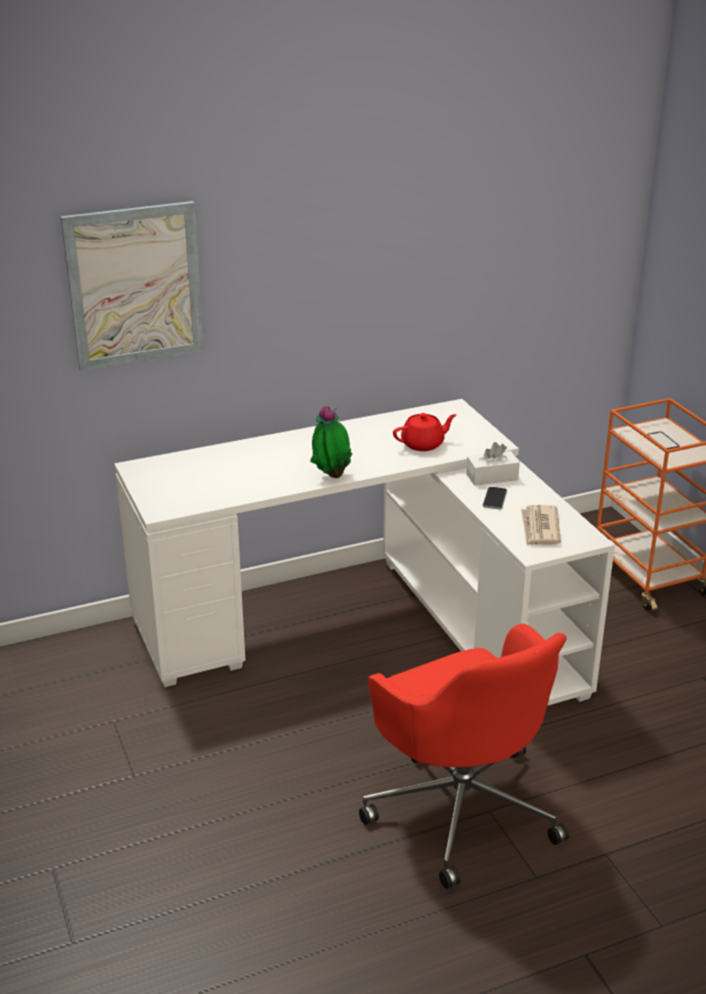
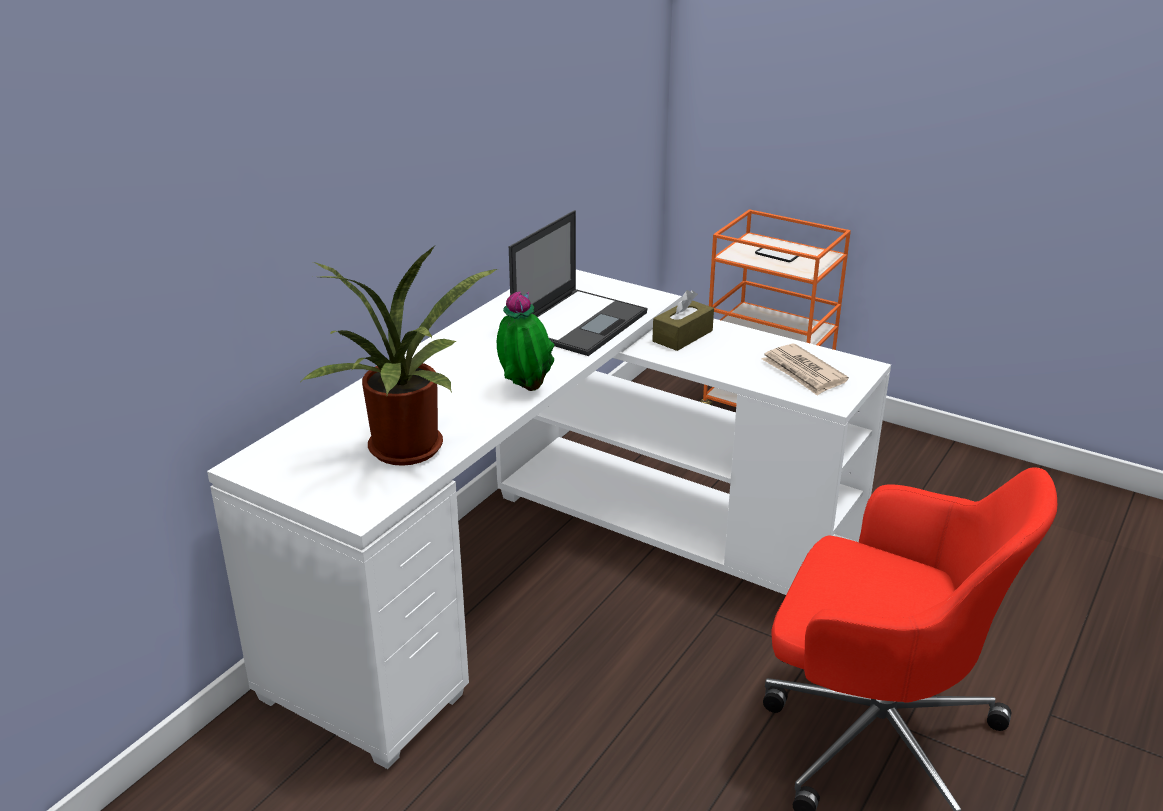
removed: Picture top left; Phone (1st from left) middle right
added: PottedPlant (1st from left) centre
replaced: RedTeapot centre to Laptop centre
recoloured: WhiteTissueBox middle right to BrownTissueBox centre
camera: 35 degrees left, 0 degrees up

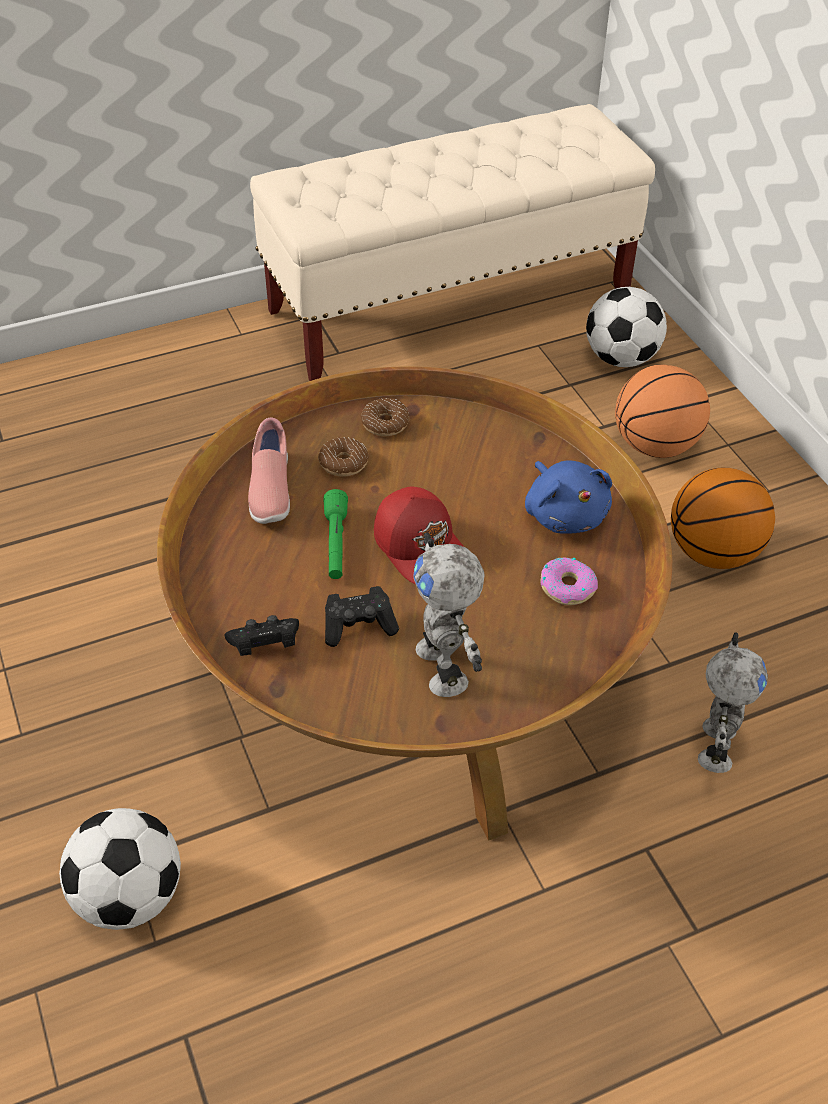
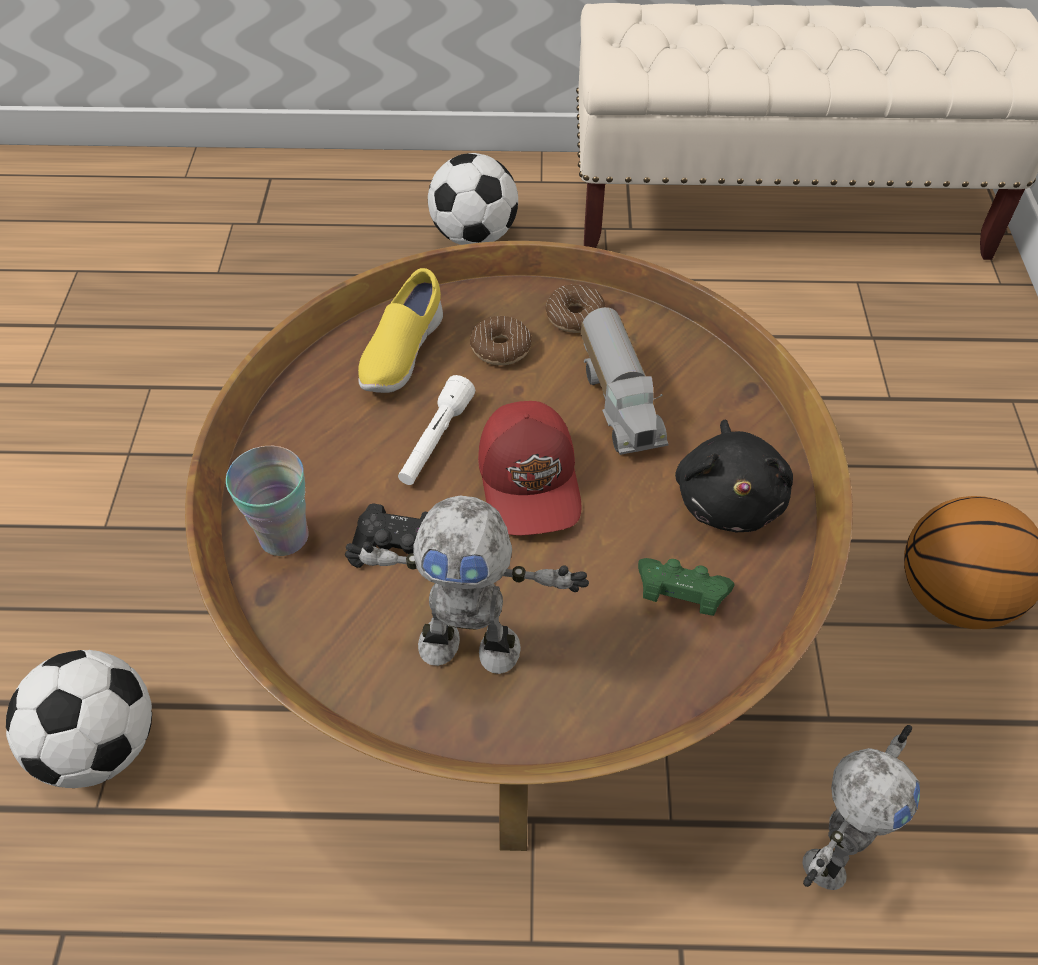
removed: Basketball (1st from left) middle right
added: ToyTruck centre
moved: Football (2nd from left) top right to top centre
replaced: Donut (3rd from left) middle right to GreenGameController centre; BlackGameController (1st from left) middle left to Cup middle left
recoloured: PinkShoe middle left to YellowShoe centre; BluePlushToy middle right to BlackPlushToy middle right; GreenFlashlight centre to WhiteFlashlight centre
turned: ToyRobot (1st from left) centre = centre 90 degrees counterclockwise
camera: 25 degrees right, 5 degrees up

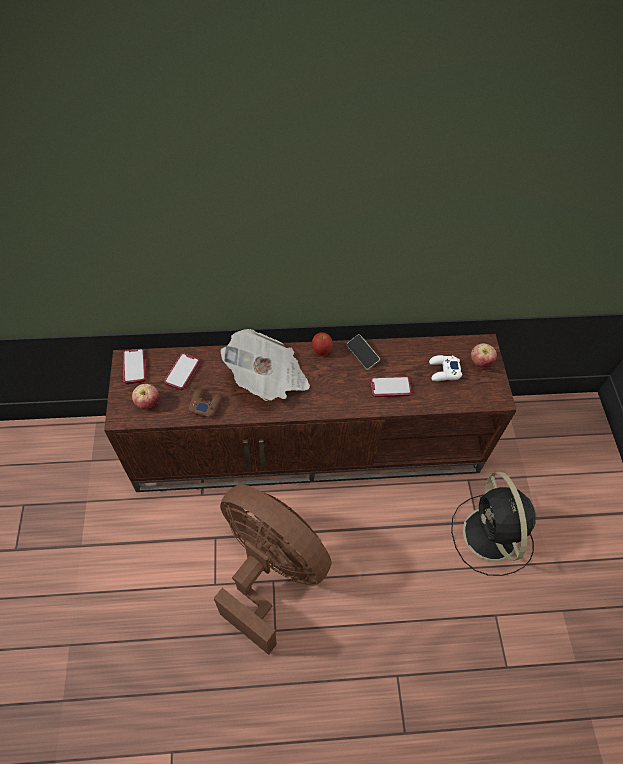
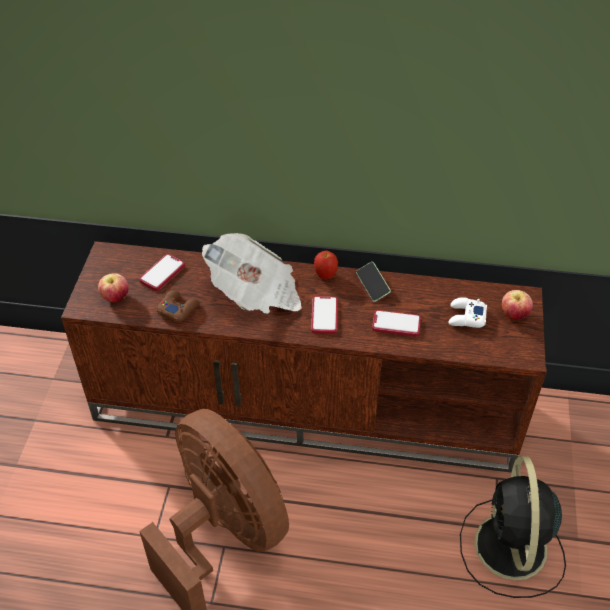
moved: Phone (1st from left in the first image) middle left to Phone (2nd from left) centre
camera: 15 degrees right, 10 degrees down

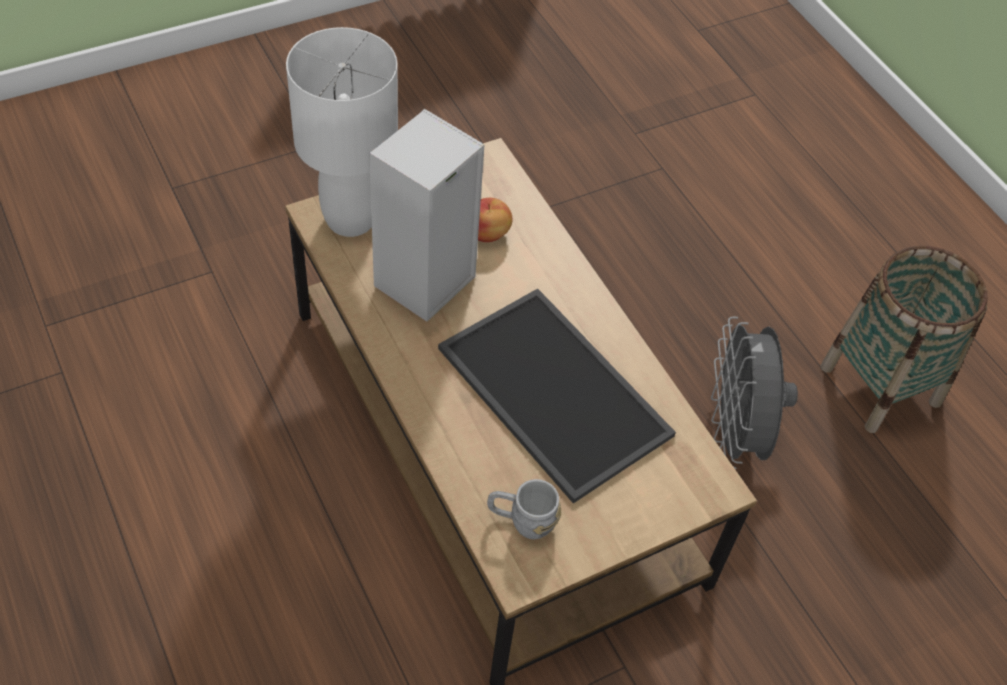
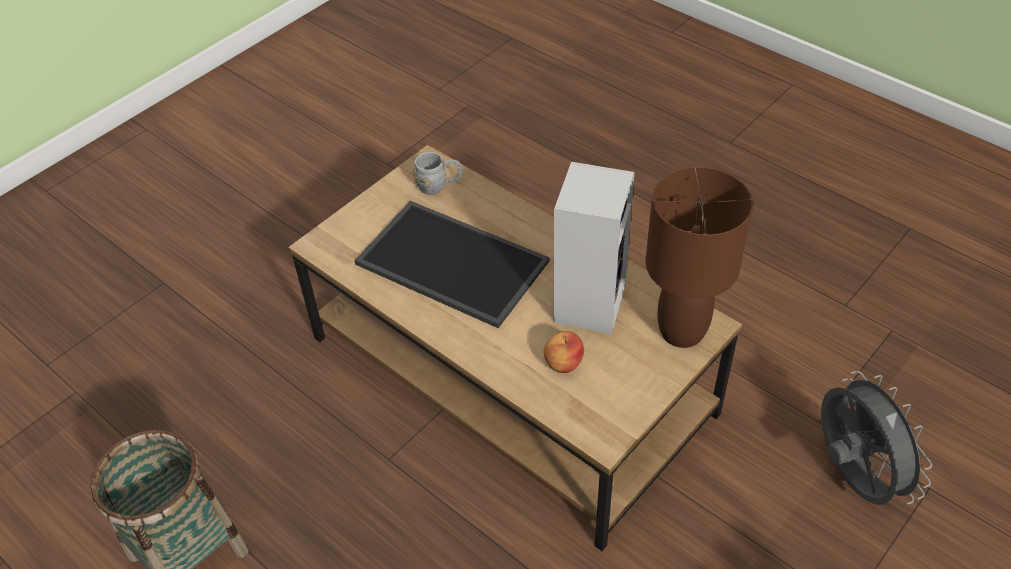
moved: GreyFan middle right to bottom right
recoloured: WhiteTableLamp top centre to BrownTableLamp middle right
camera: 165 degrees right, 5 degrees down

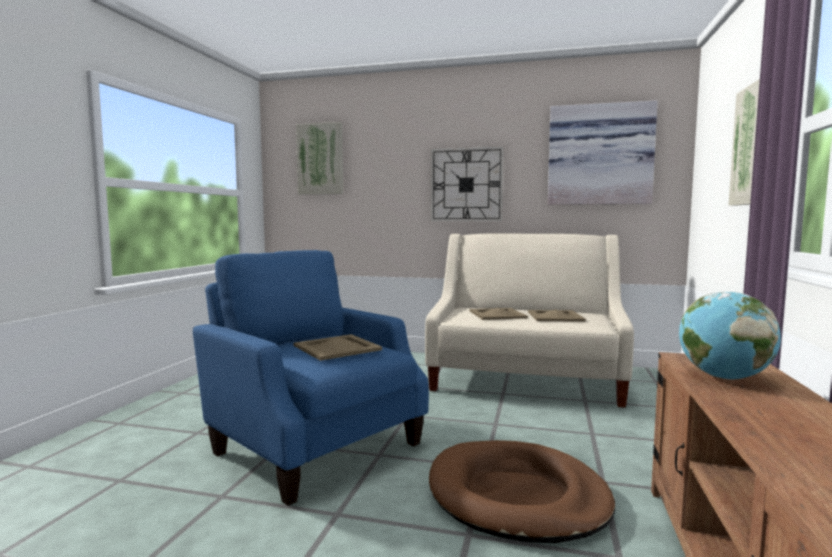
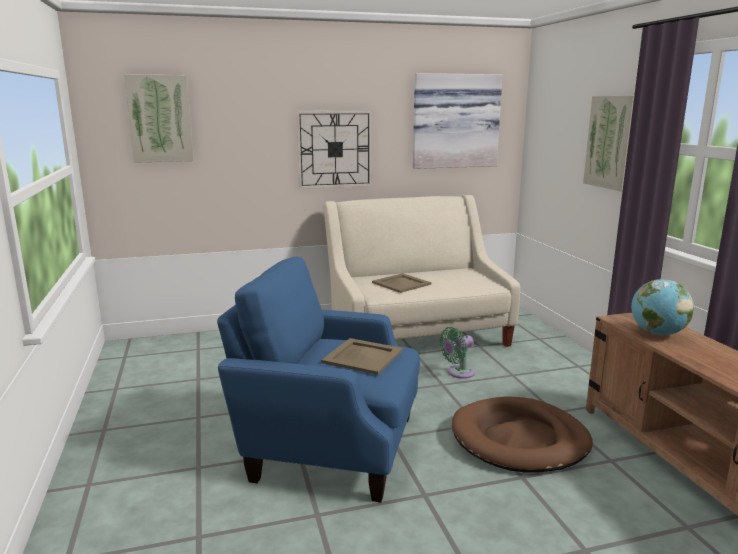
removed: BeigeTray (3rd from left) middle right
added: GreenFan centre
camera: 30 degrees left, 10 degrees up

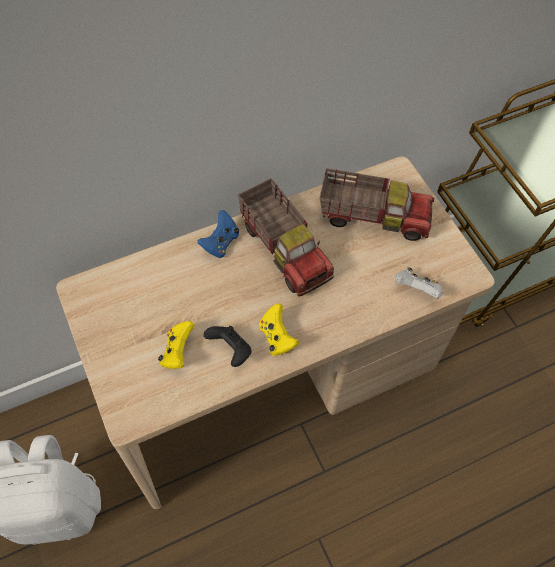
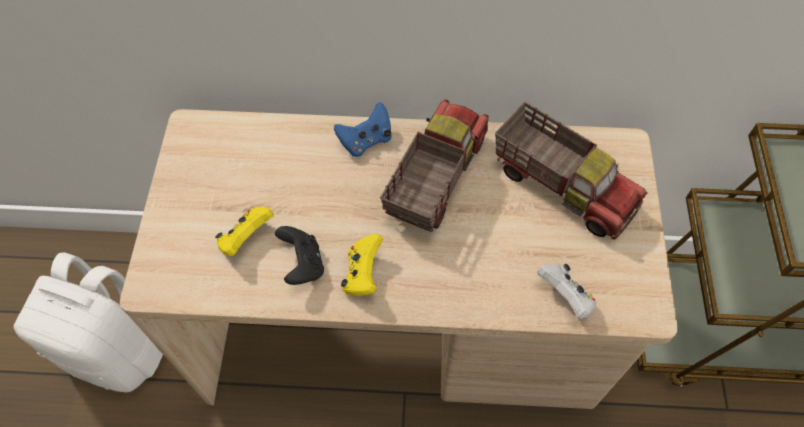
turned: ToyTruck (1st from left) centre = centre 150 degrees counterclockwise
camera: 30 degrees right, 0 degrees up

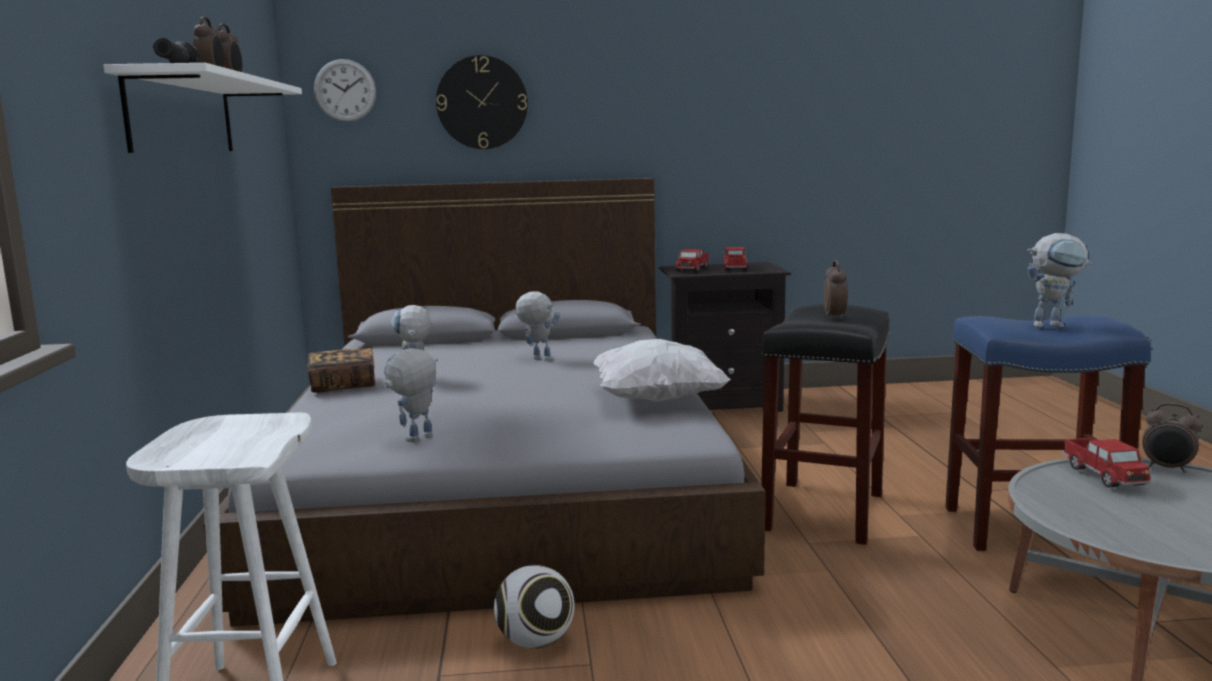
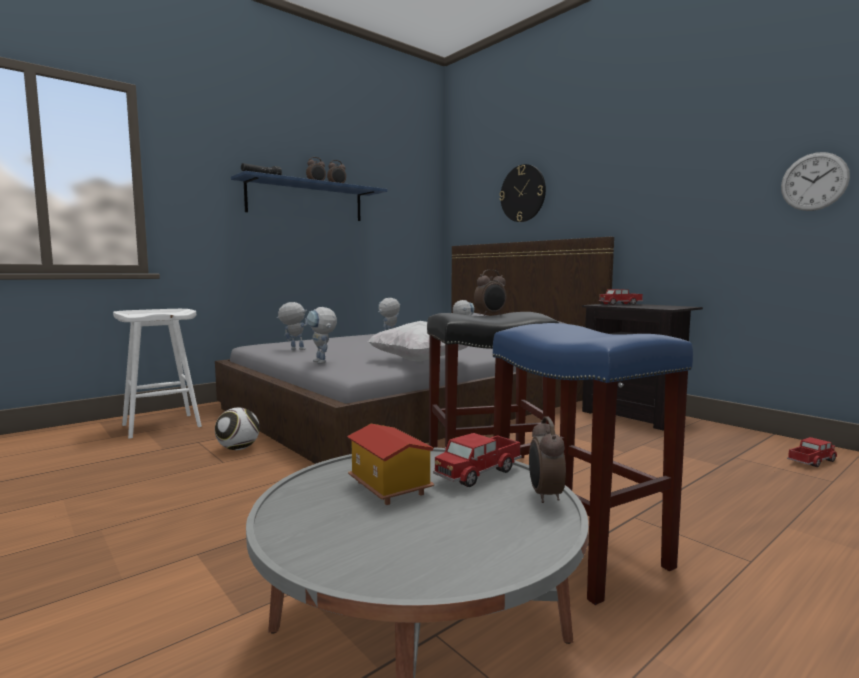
removed: Book middle left
added: ToyHouse bottom centre
moved: WallClock (1st from left in the first image) top left to WallClock (2nd from left) top right; ToyRobot (4th from left in the first image) middle right to ToyRobot (2nd from left) centre; ToyTruck (2nd from left in the first image) centre to ToyTruck (3rd from left) bottom right
recoloured: WhiteShelf top left to BlueShelf top centre
camera: 55 degrees right, 5 degrees down

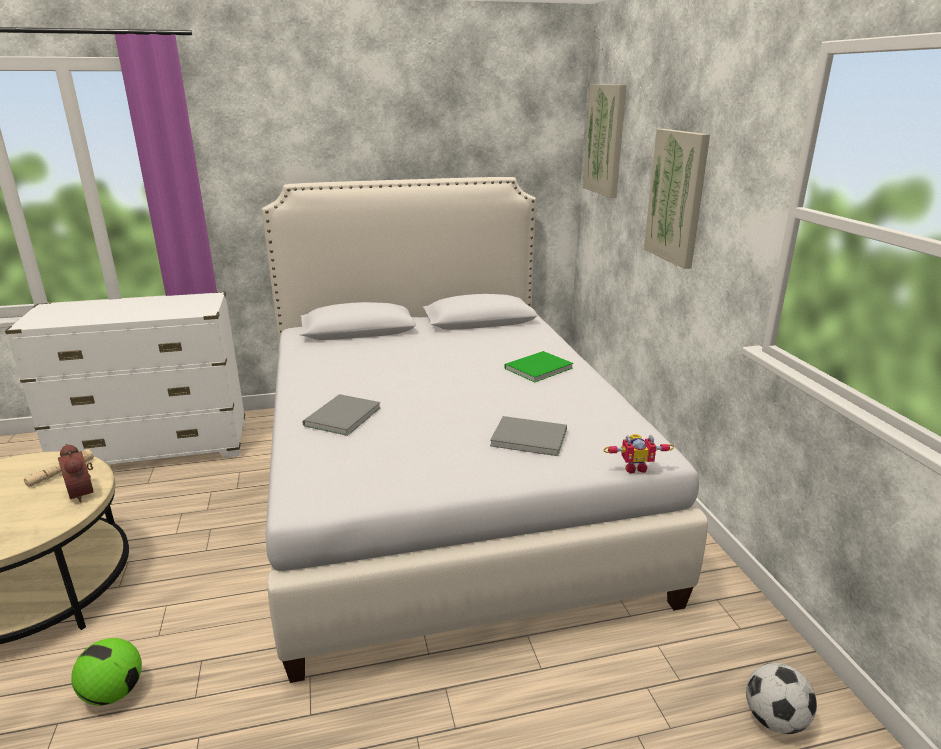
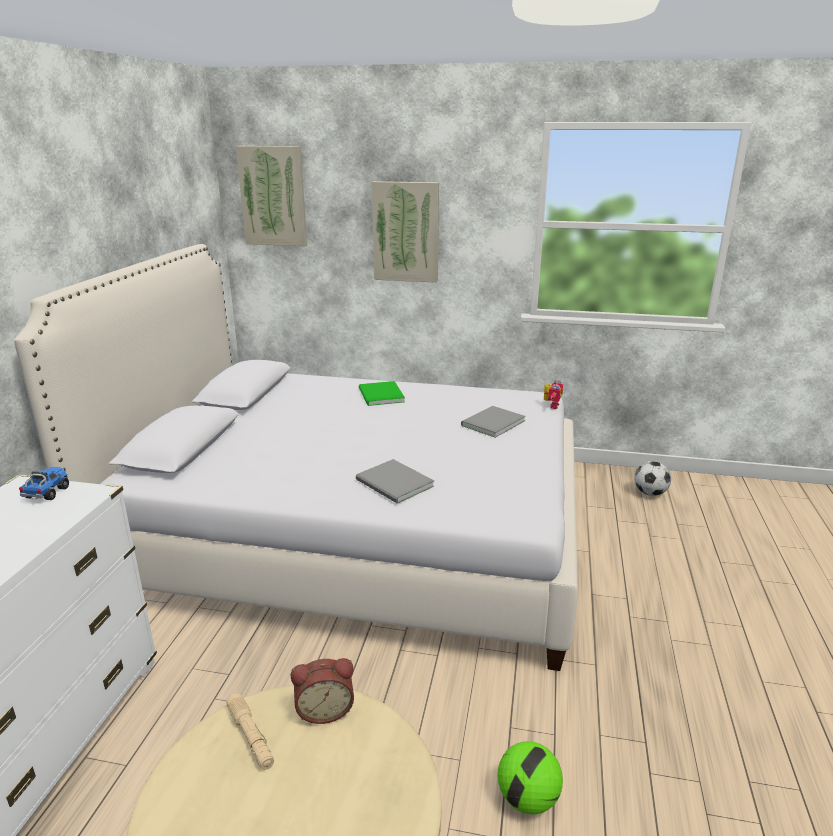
added: ToyTruck middle left
camera: 65 degrees left, 0 degrees up

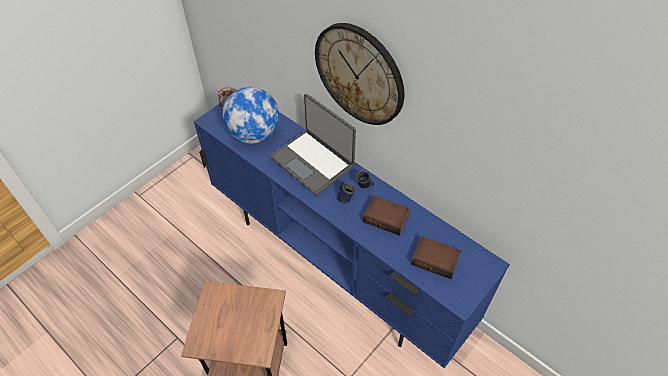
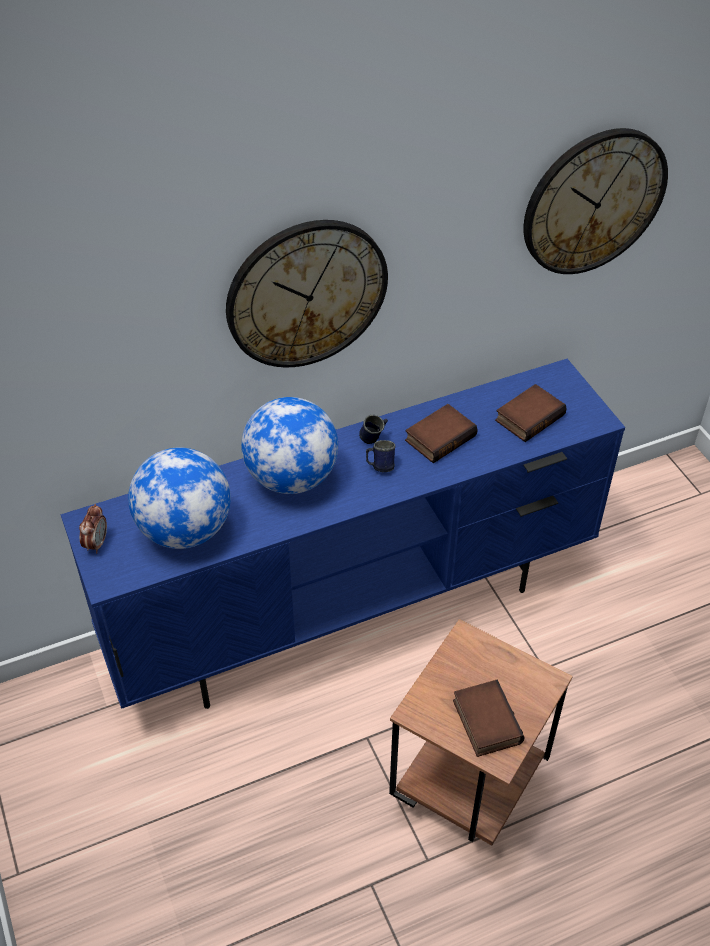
added: WallClock (2nd from left) top right; Book (2nd from left) bottom right
replaced: Laptop centre to Globe (2nd from left) centre
camera: 65 degrees left, 5 degrees down

